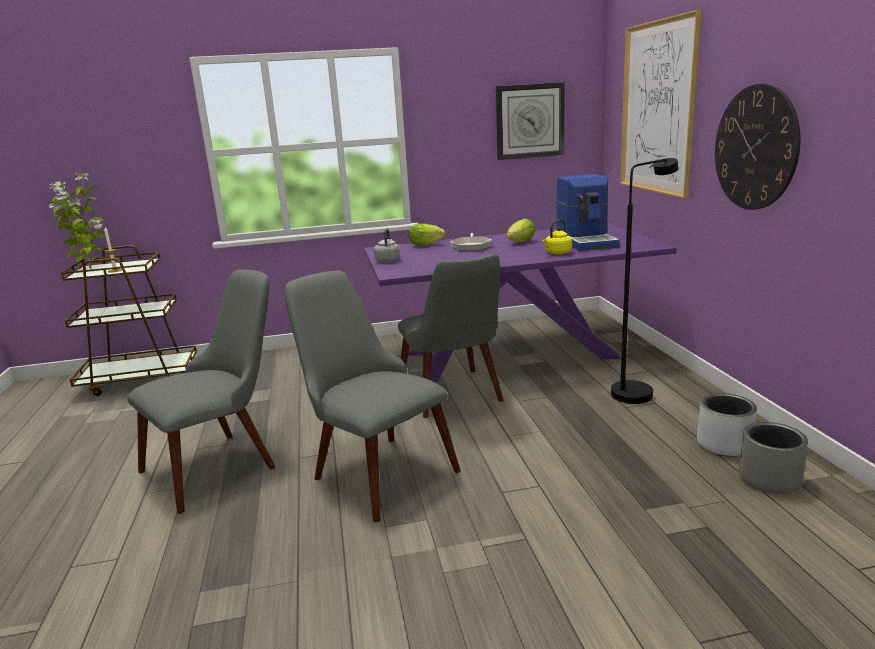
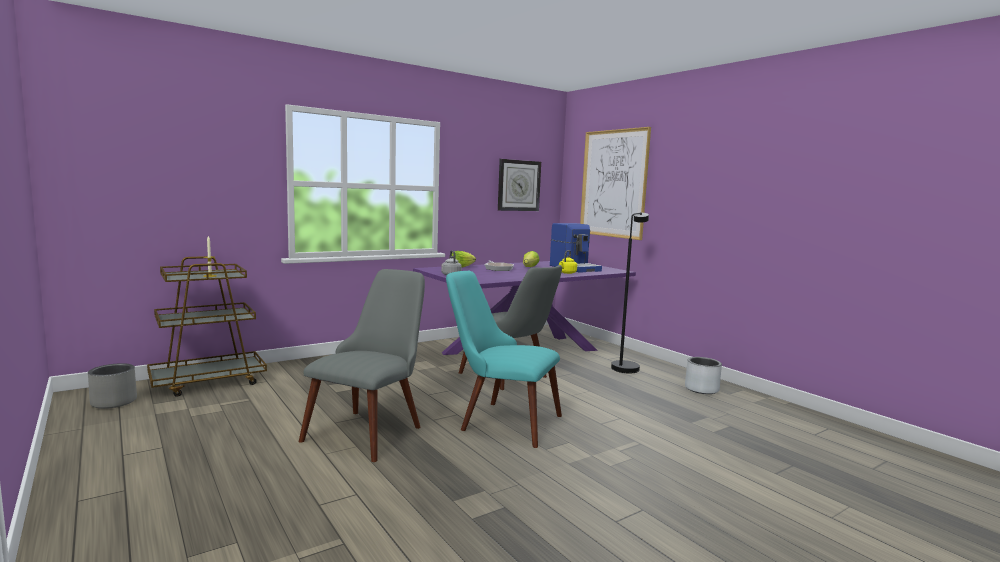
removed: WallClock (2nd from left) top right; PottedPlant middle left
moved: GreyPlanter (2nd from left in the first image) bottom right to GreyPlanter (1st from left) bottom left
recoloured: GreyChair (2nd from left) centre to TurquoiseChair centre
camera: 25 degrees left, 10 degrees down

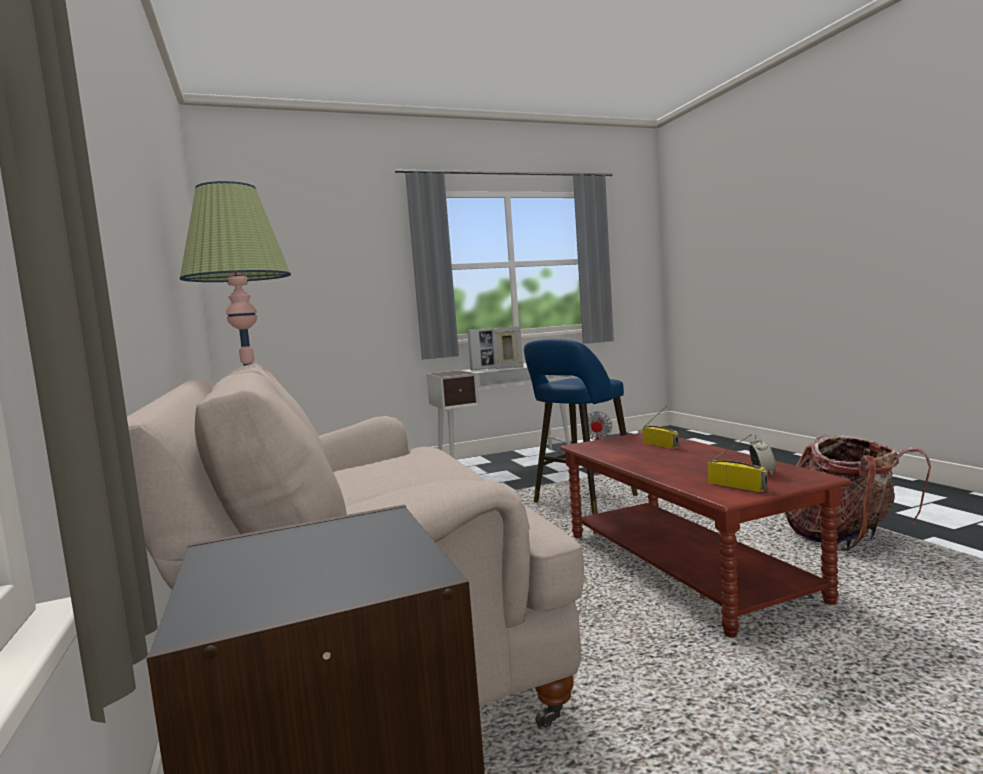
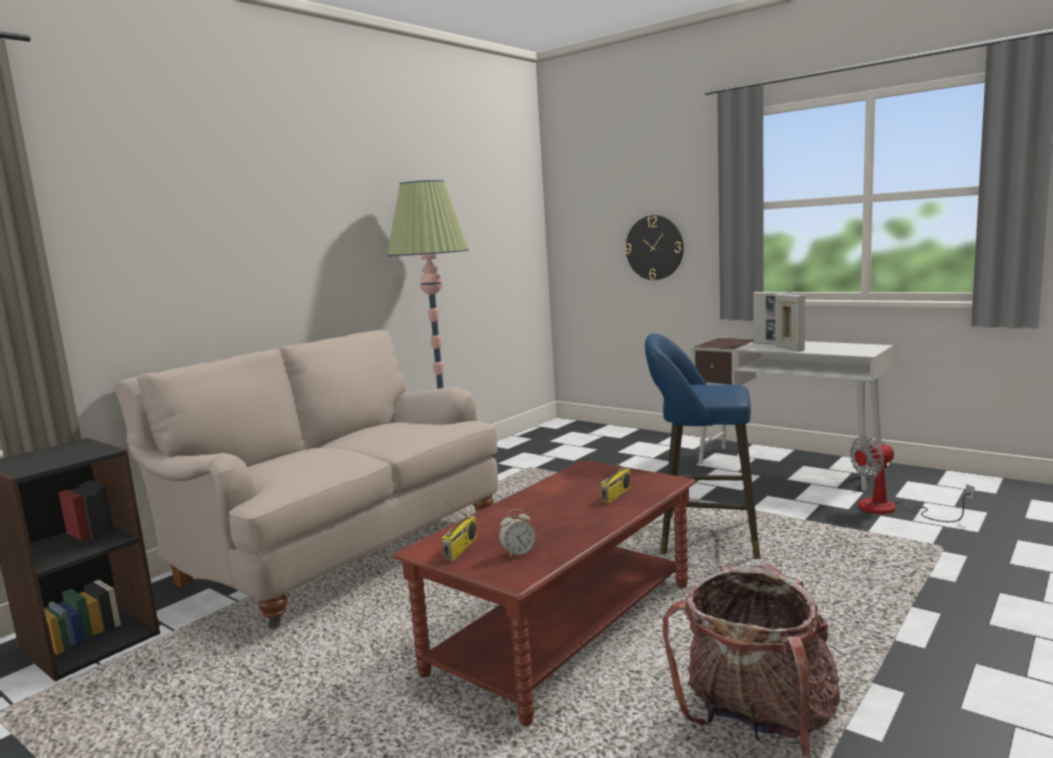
added: WallClock top centre
camera: 60 degrees right, 5 degrees up

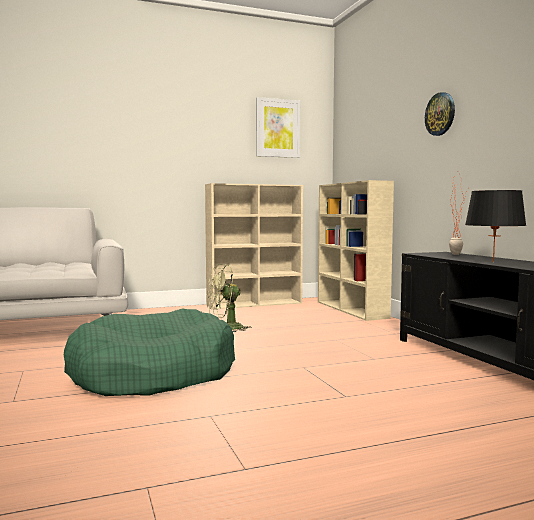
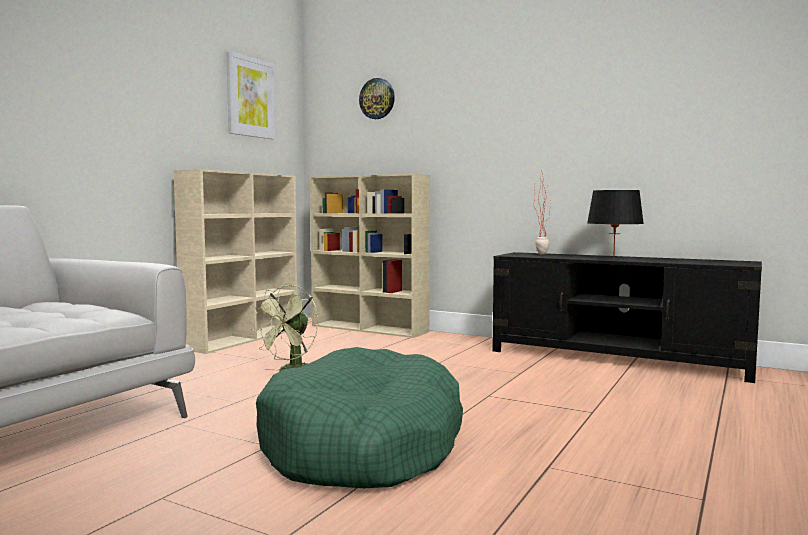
moved: WallClock top right to top centre
camera: 40 degrees left, 0 degrees up

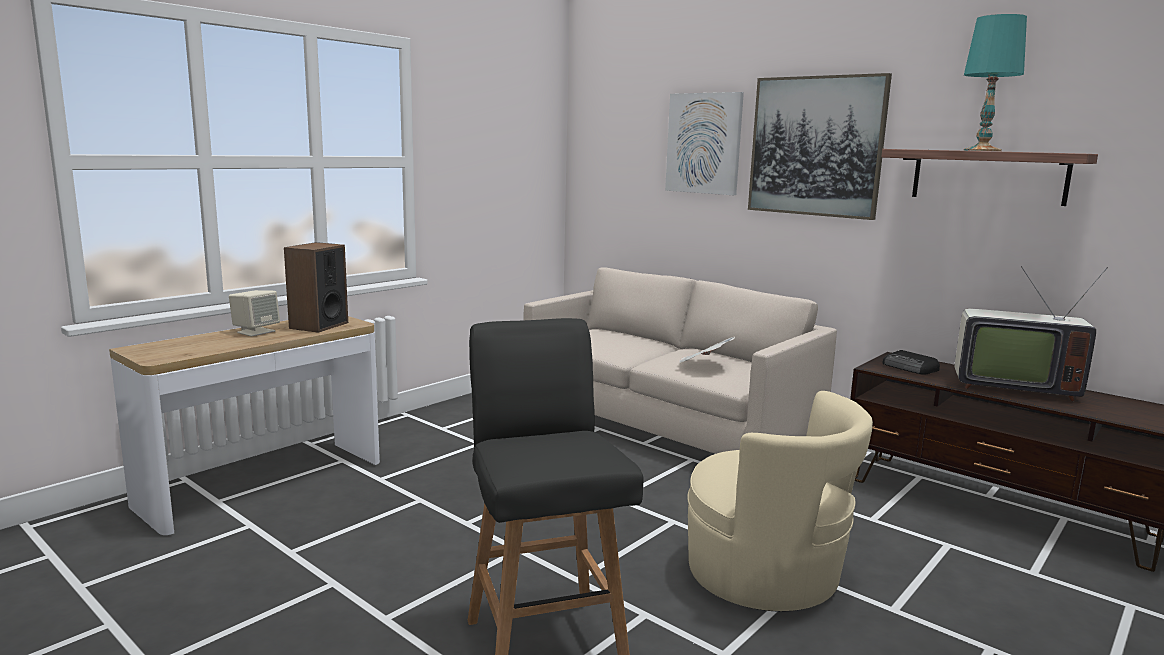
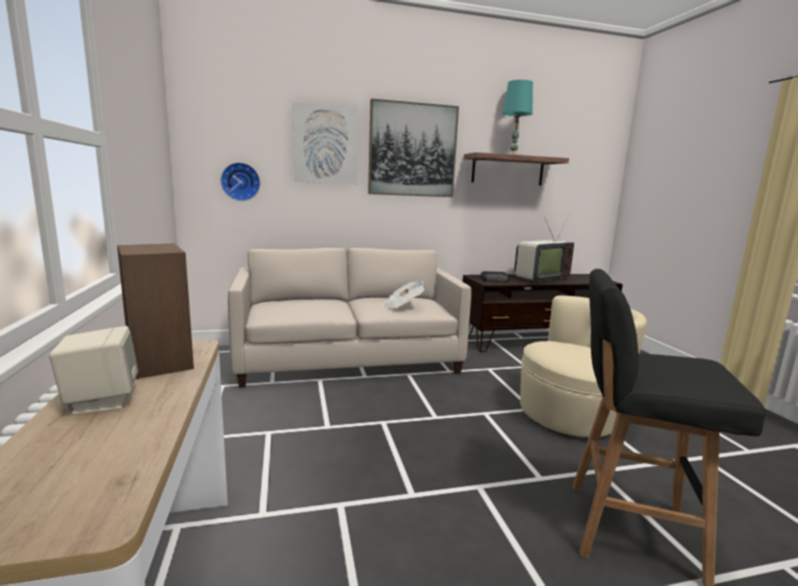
added: WallClock top left
camera: 55 degrees left, 0 degrees up

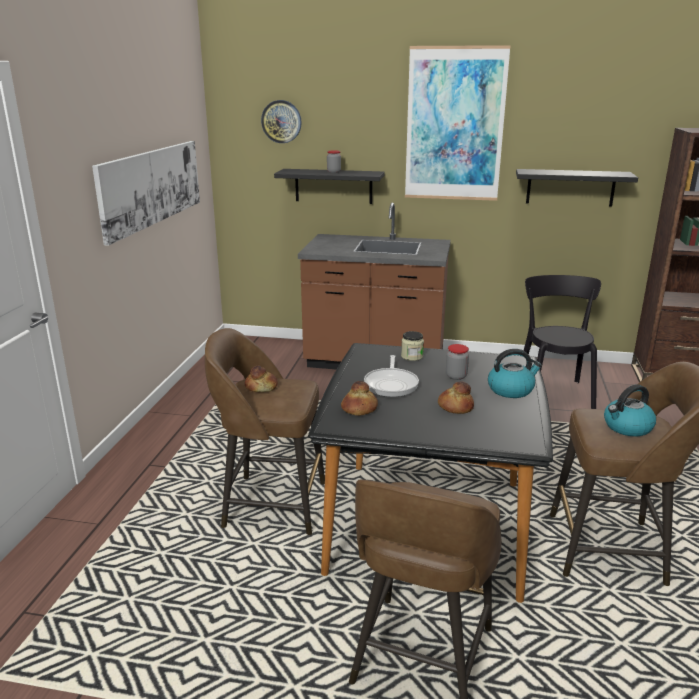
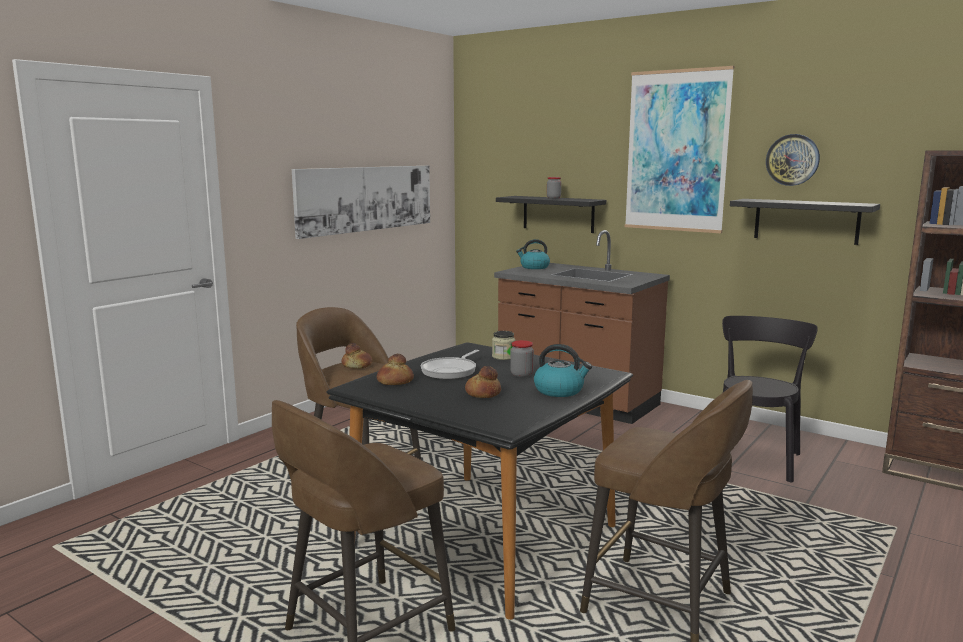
moved: WallClock top centre to top right; Kettle (2nd from left in the first image) middle right to Kettle (1st from left) centre
camera: 25 degrees right, 10 degrees down

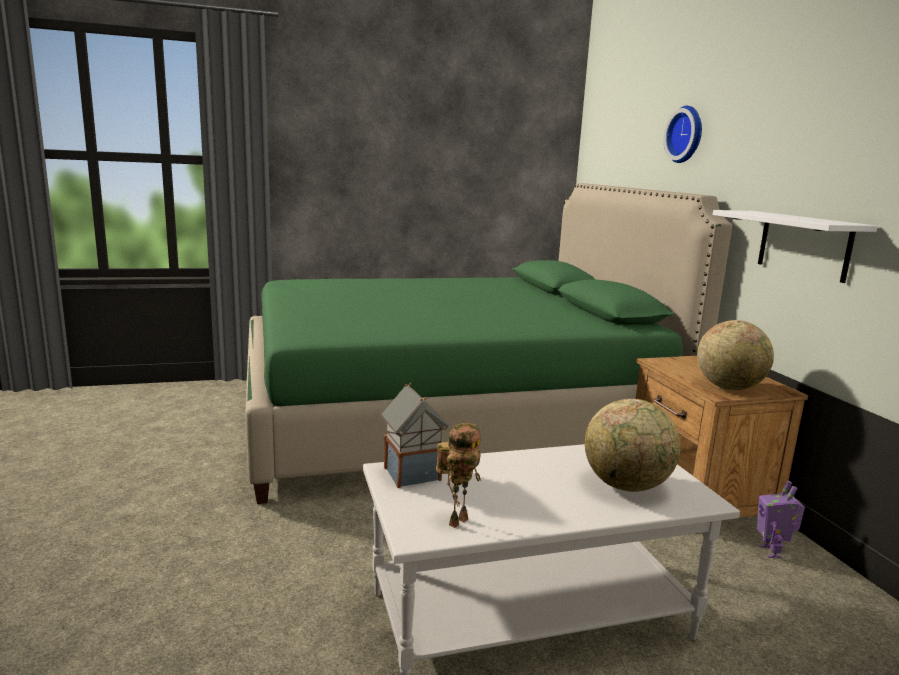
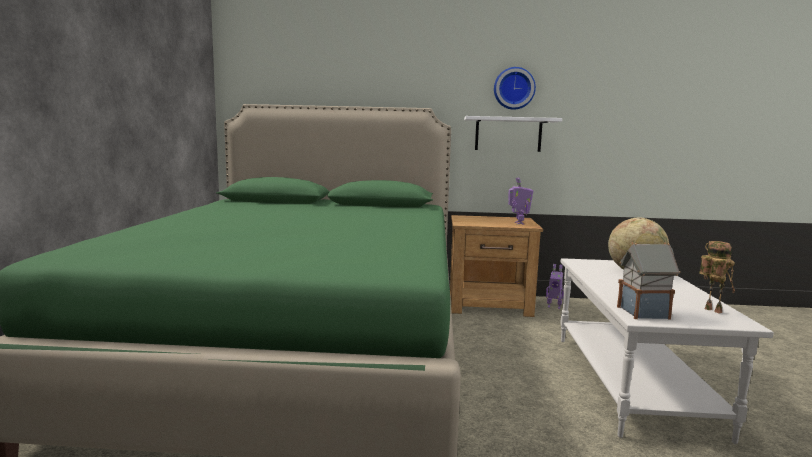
moved: WallClock top right to top centre
replaced: Globe (2nd from left) middle right to ToyRobot (1st from left) centre
camera: 70 degrees left, 5 degrees down

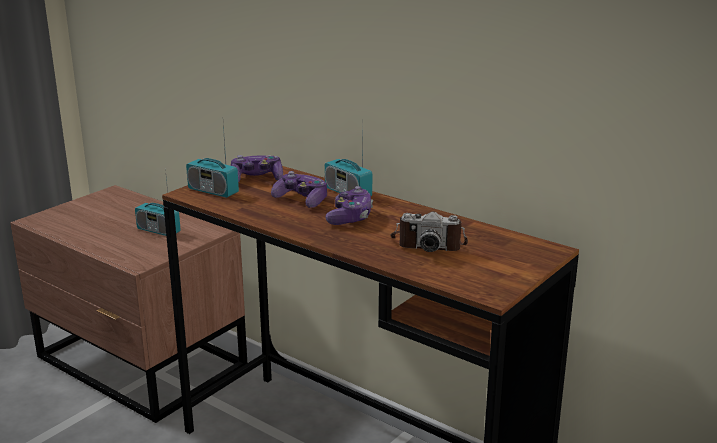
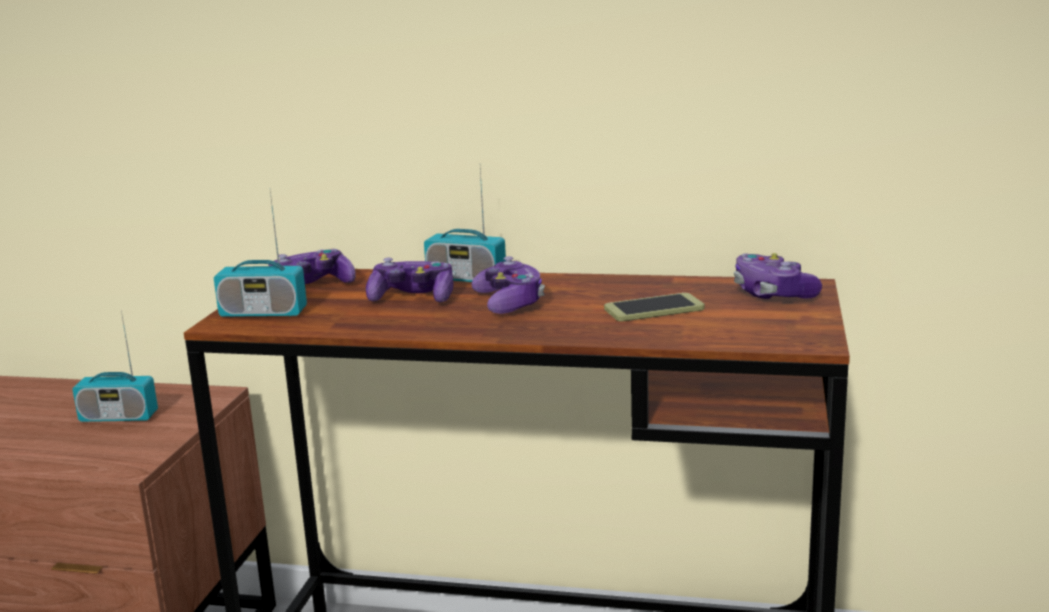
added: GameController (4th from left) middle right
replaced: PhotoCamera centre to Phone centre
camera: 25 degrees left, 5 degrees down

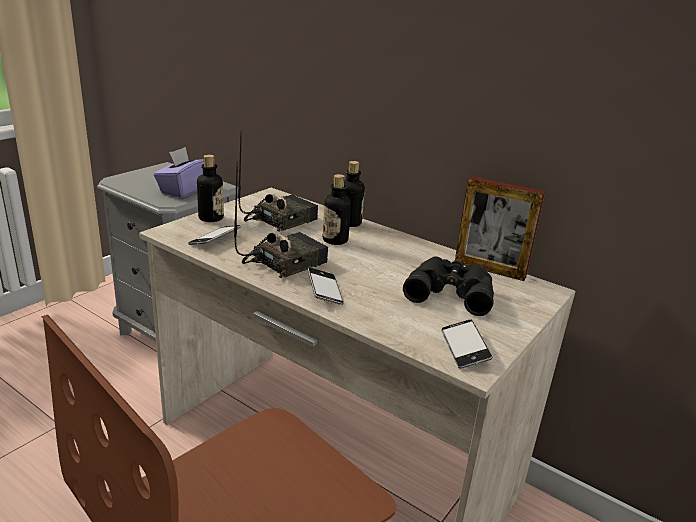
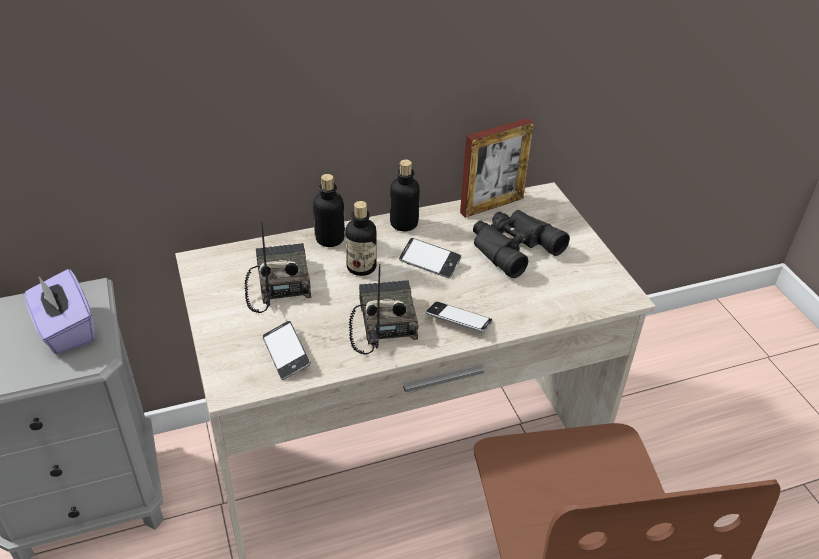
moved: Bottle (1st from left in the first image) middle left to Bottle (3rd from left) centre; Phone (3rd from left in the first image) middle right to Phone (2nd from left) centre
camera: 55 degrees left, 15 degrees up

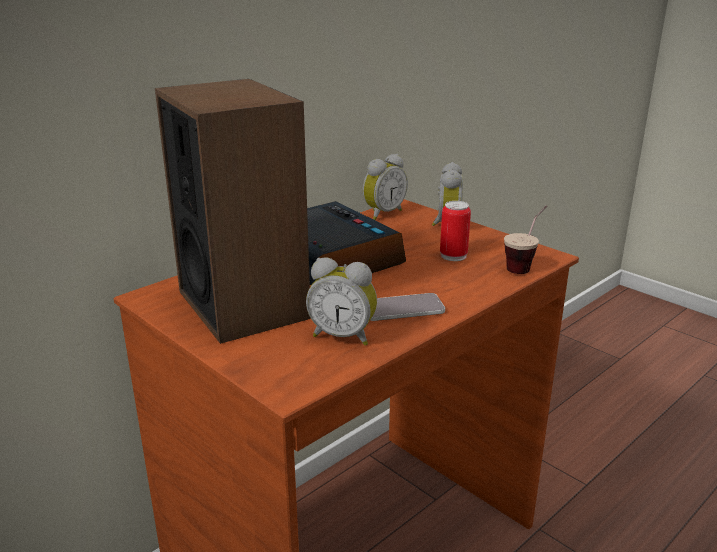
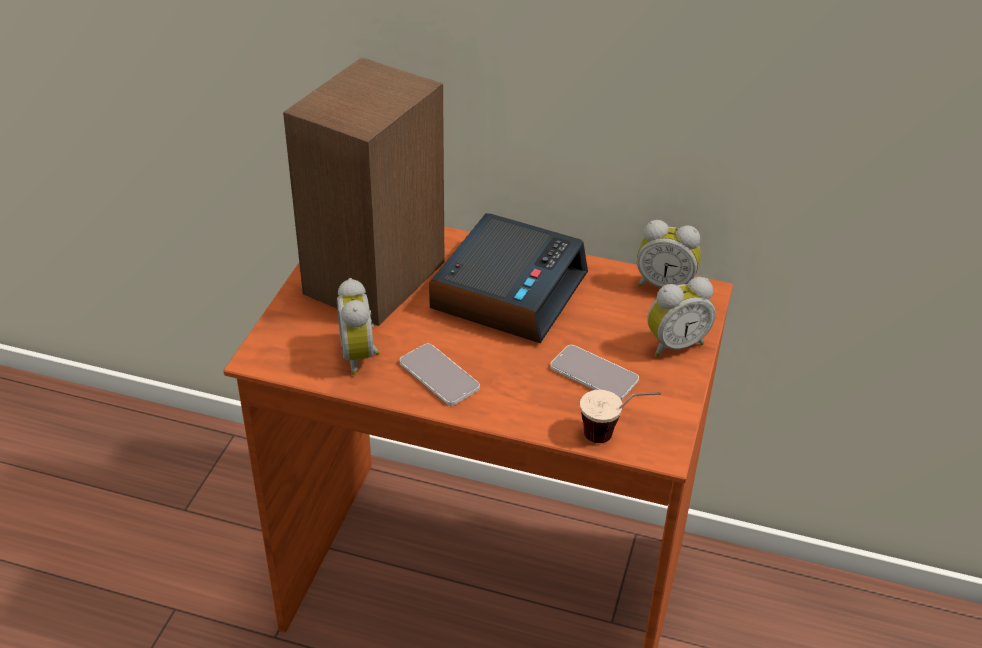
replaced: Can centre to Phone (2nd from left) centre
camera: 60 degrees right, 15 degrees up

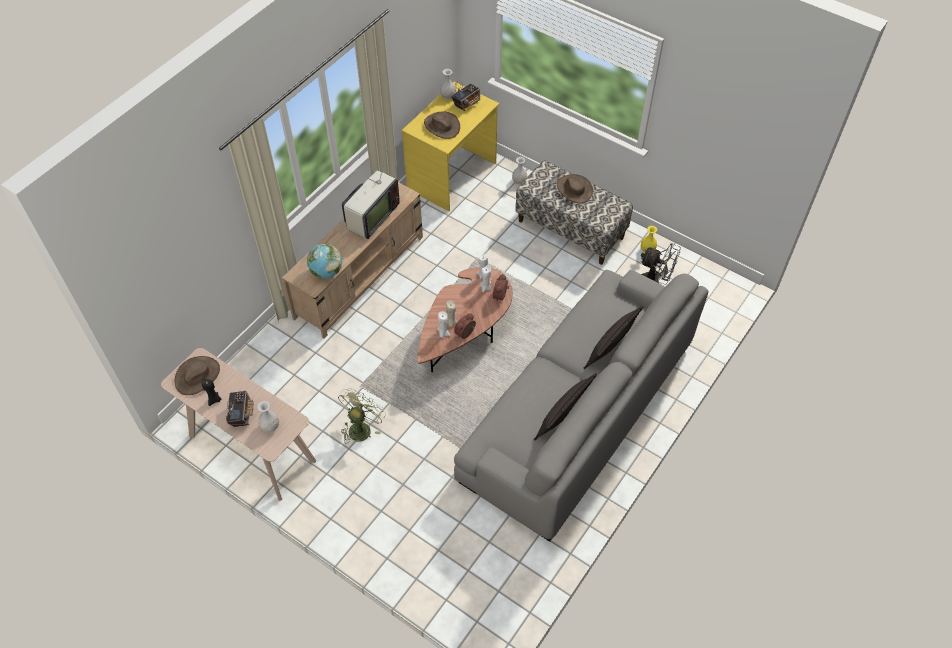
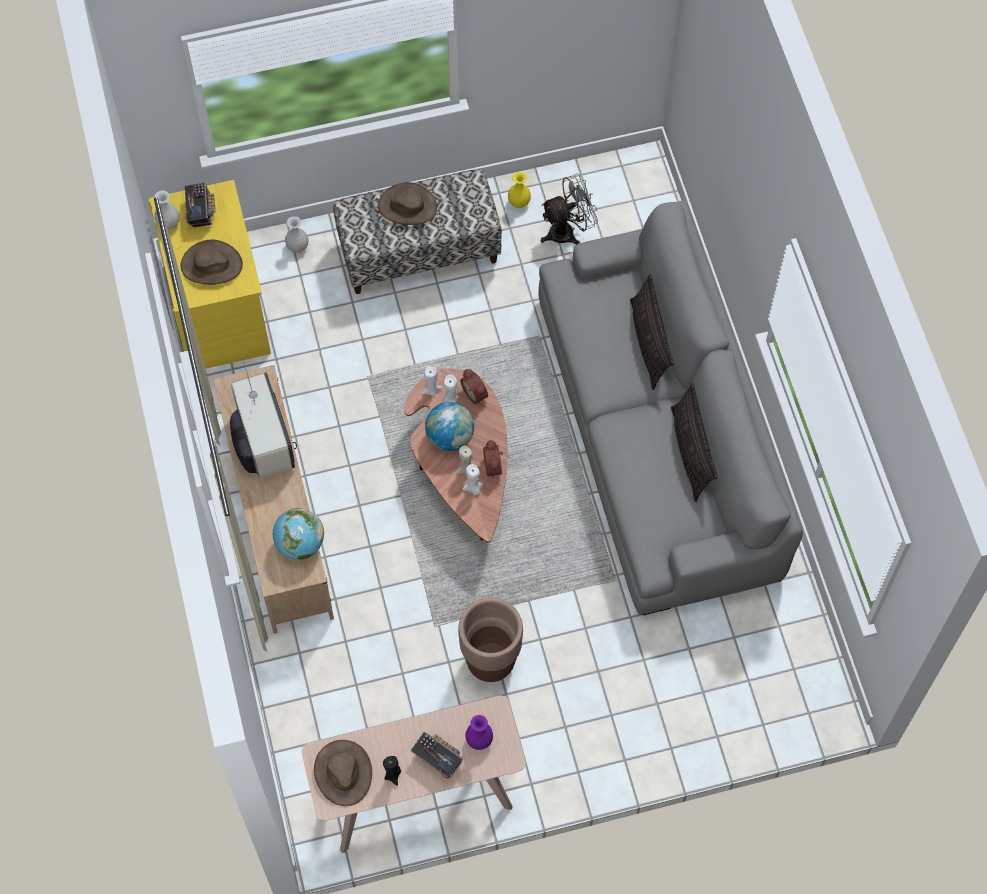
added: Globe (2nd from left) centre
replaced: GreenFan centre to BrownPlanter bottom centre
recoloured: WhiteVase (1st from left) middle left to PurpleVase bottom centre
camera: 50 degrees left, 10 degrees up

